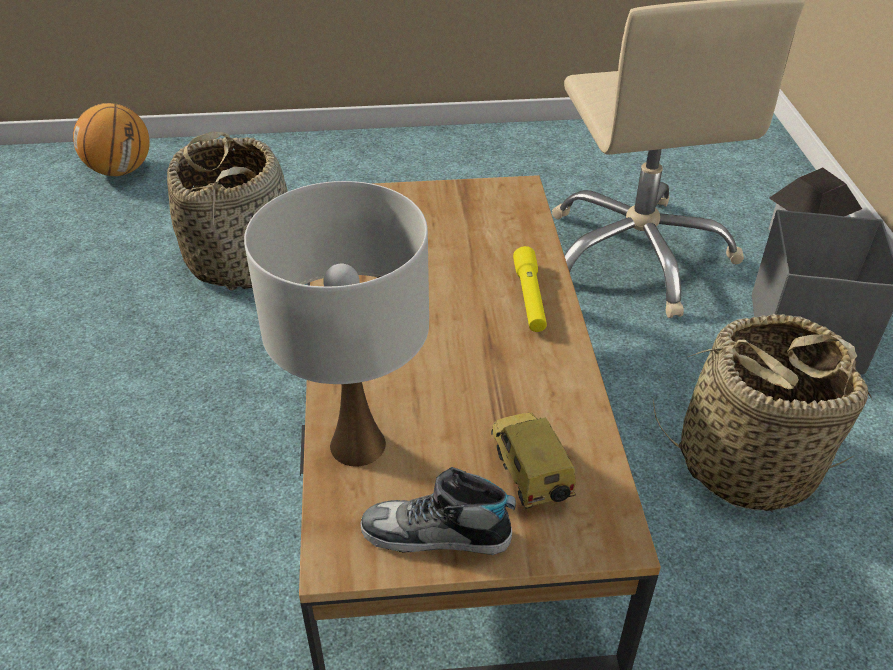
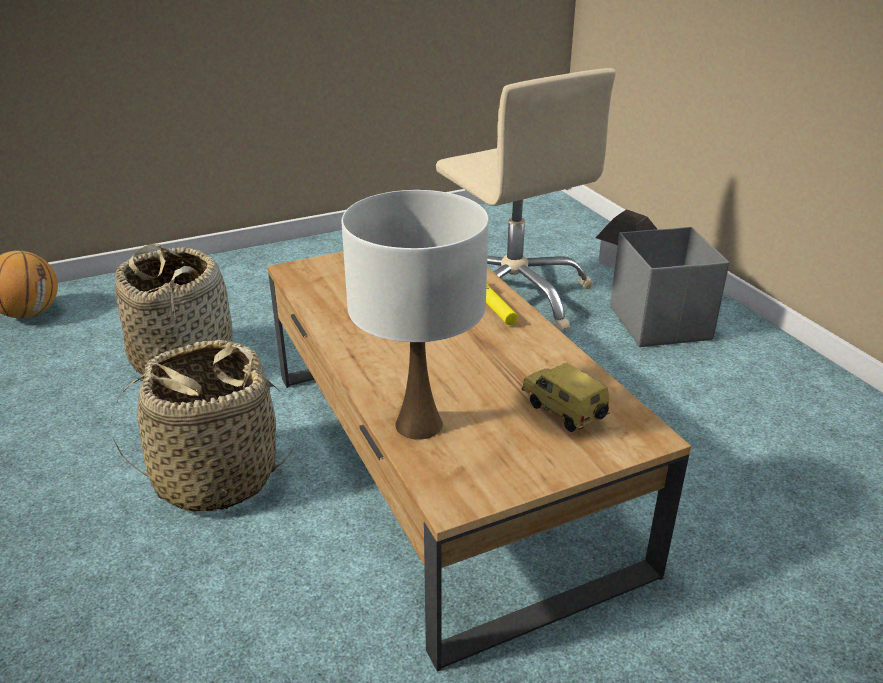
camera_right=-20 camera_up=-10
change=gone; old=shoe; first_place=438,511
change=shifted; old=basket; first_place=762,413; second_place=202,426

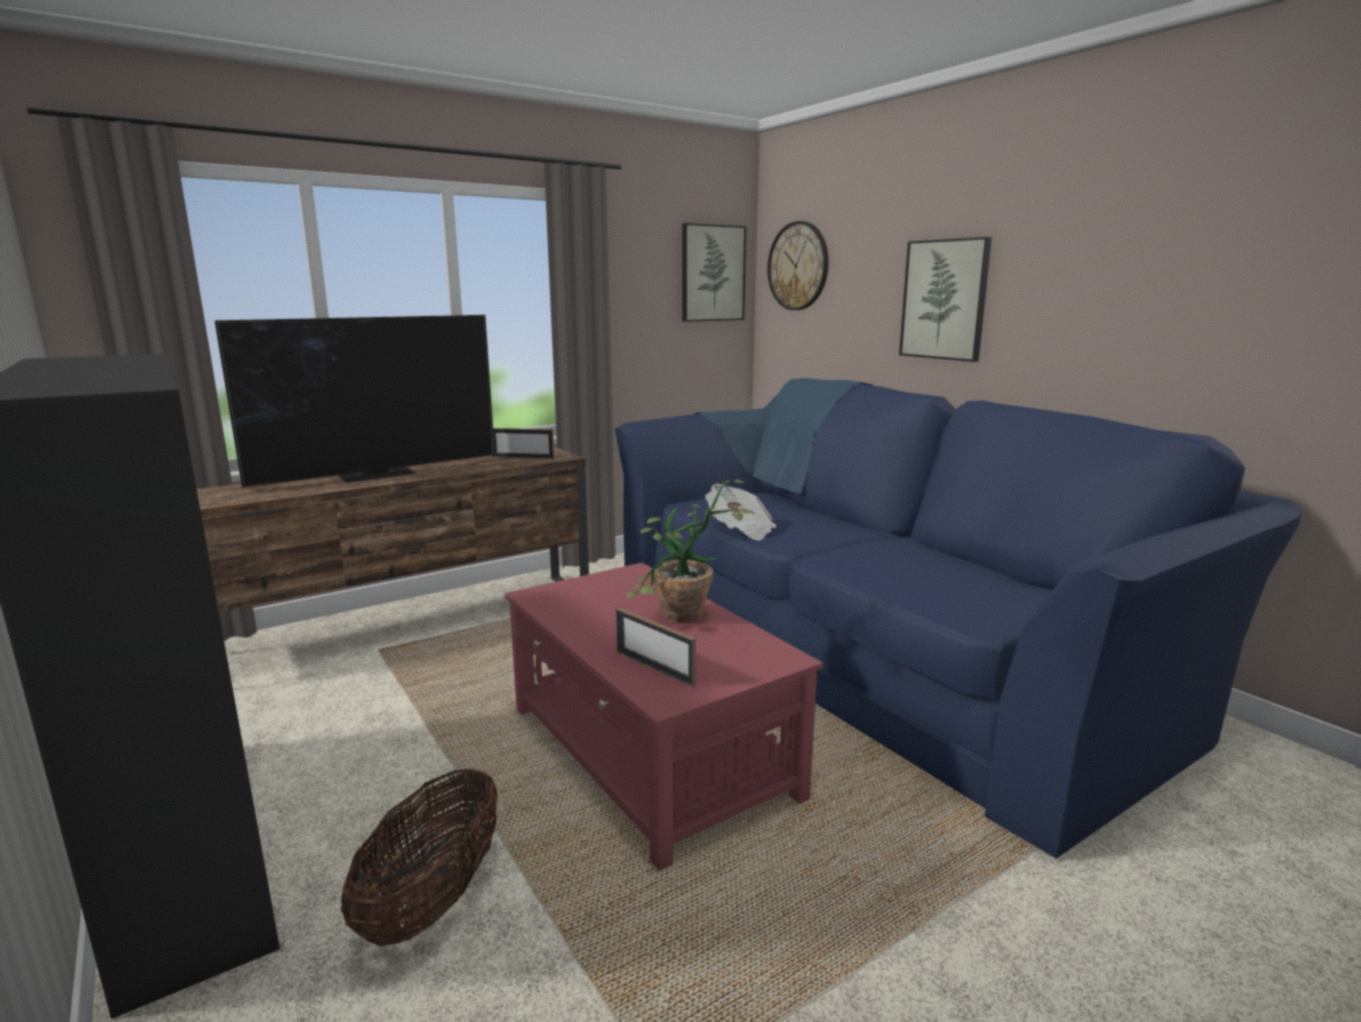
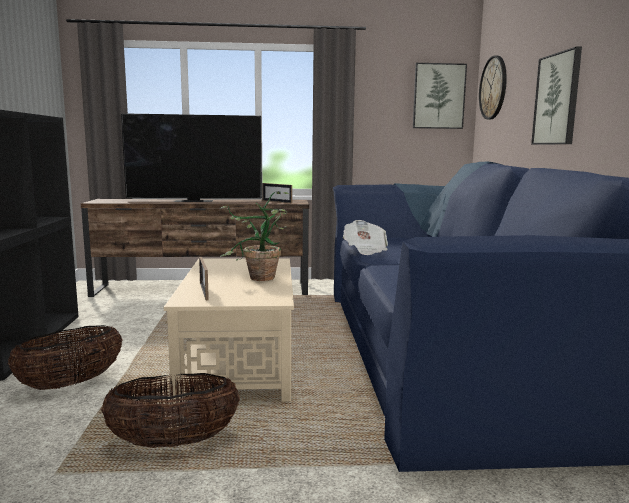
camera_right=30 camera_up=-5
change=repainted; old=red coffee table; new=beige coffee table; first_place=664,717; second_place=229,331
change=new; new=basket; second_place=170,410

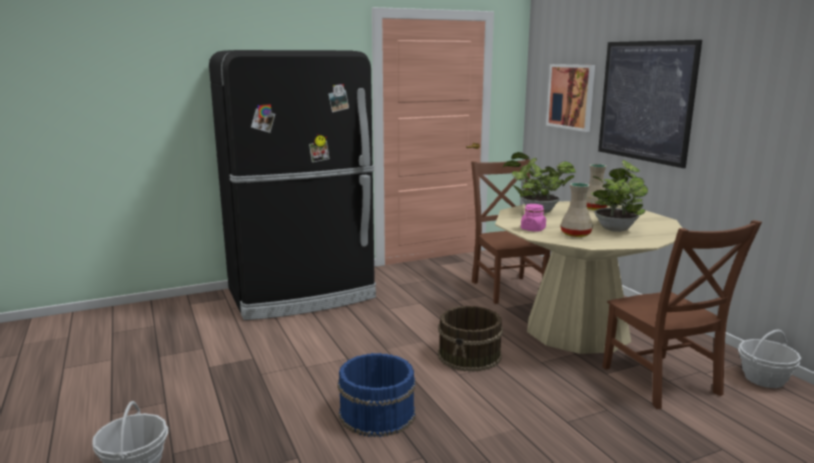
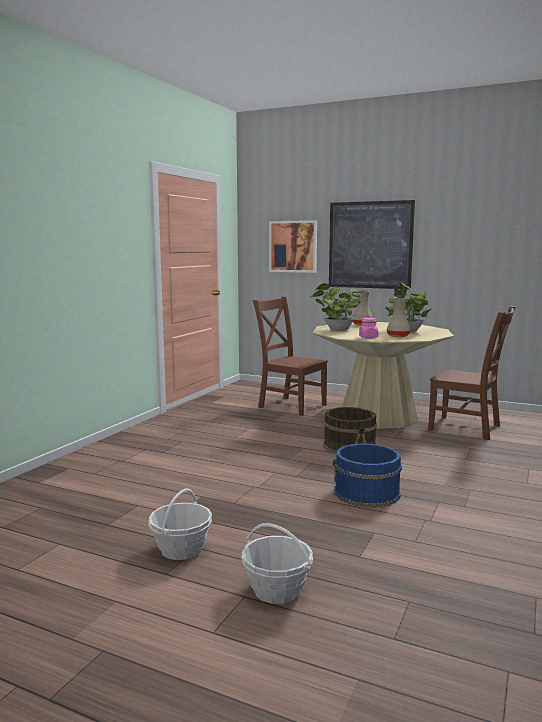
camera_right=-40 camera_up=-5
change=gone; old=black fridge; first_place=292,185
change=shifted; old=basket; first_place=769,359; second_place=180,524

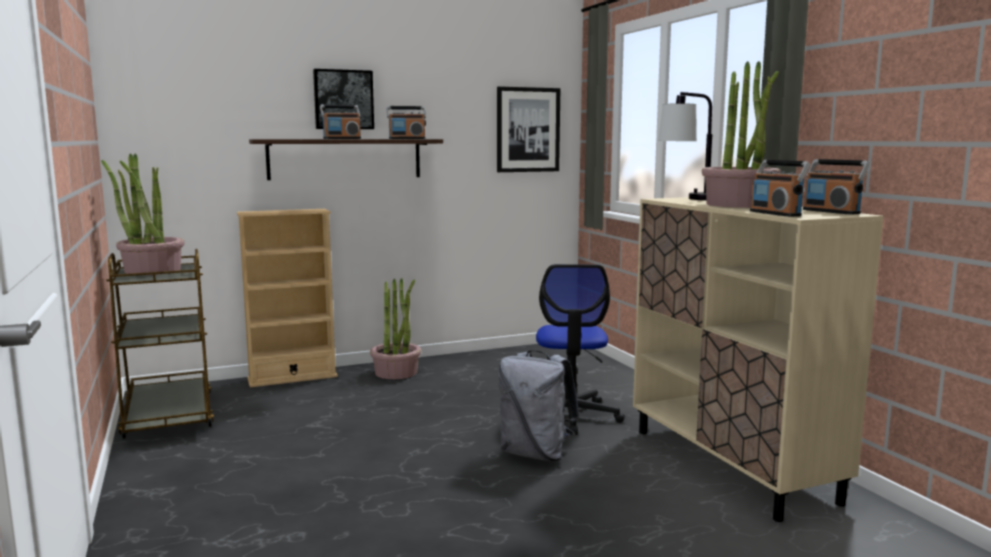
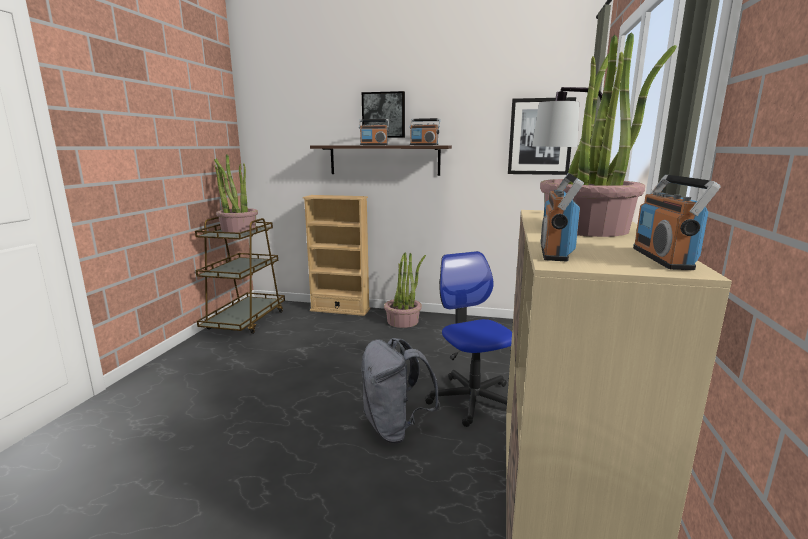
camera_right=35 camera_up=5
change=rotated; old=office chair; first_place=580,349; second_place=468,339; degrees=120

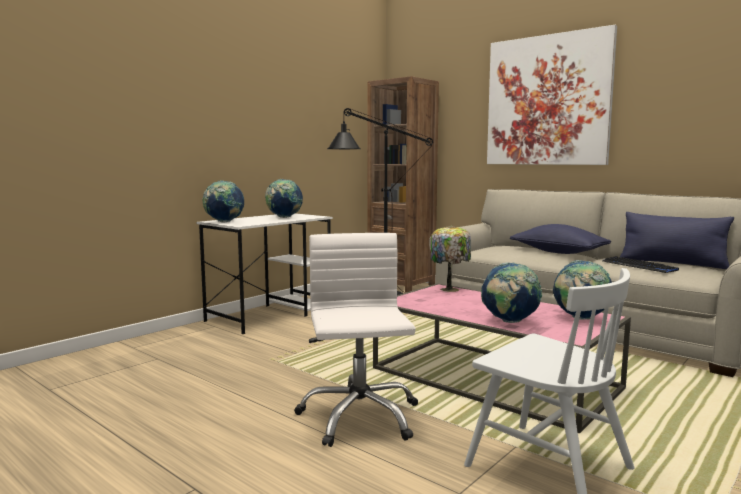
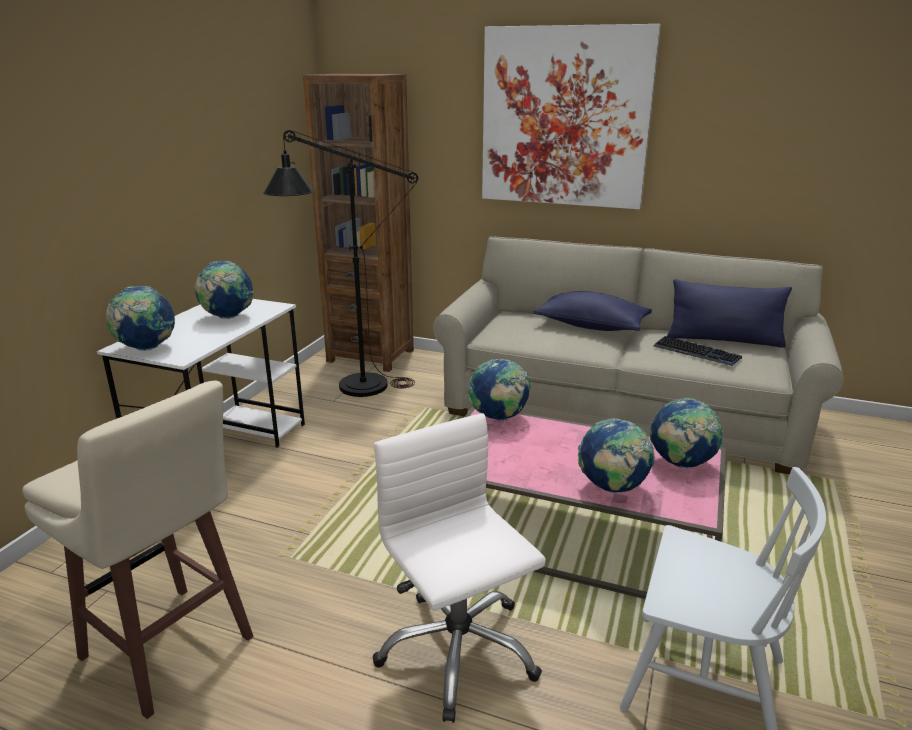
camera_right=-20 camera_up=15
change=swapped; old=table lamp; new=globe; first_place=451,259; second_place=499,390
change=new; new=beige stool; second_place=138,550

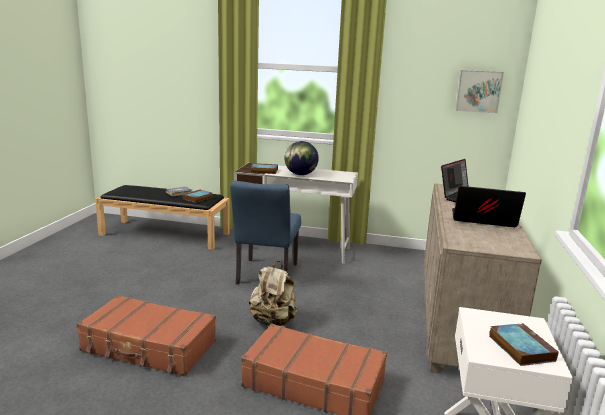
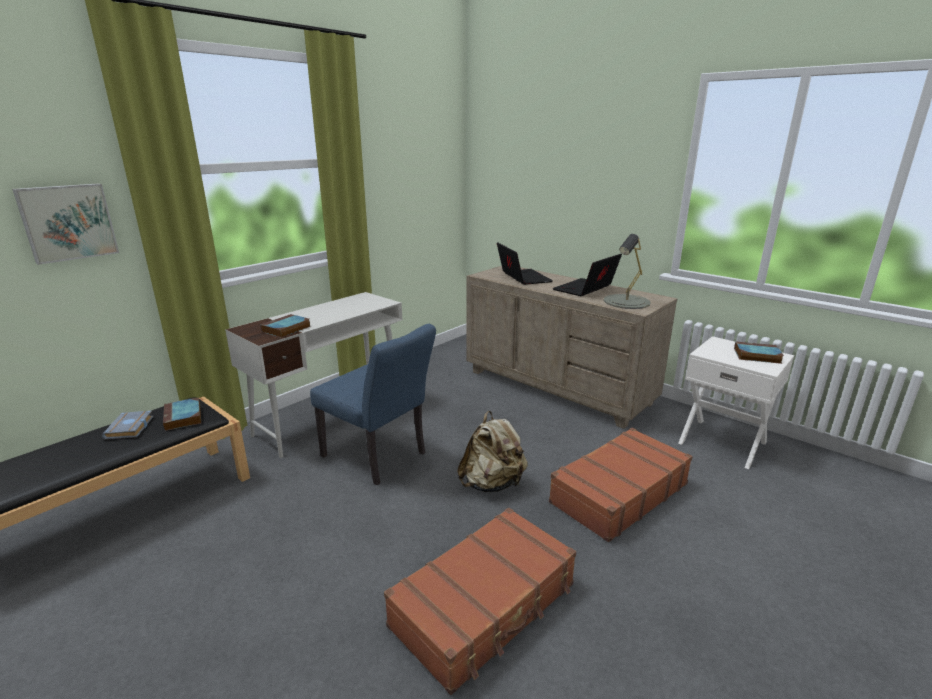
camera_right=-60 camera_up=5
change=gone; old=globe; first_place=302,158
change=shifted; old=picture; first_place=479,91; second_place=65,224
change=new; new=grey table lamp; second_place=627,271

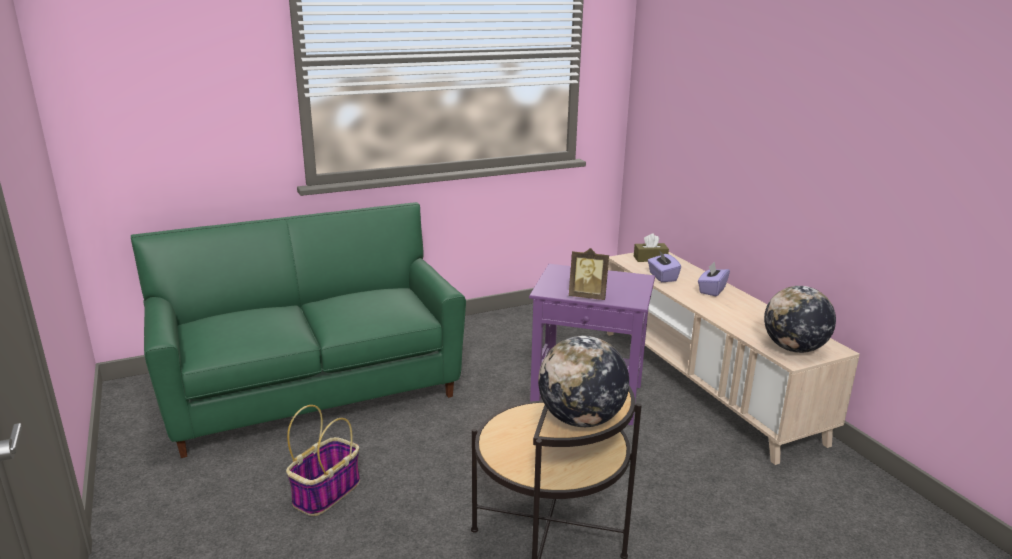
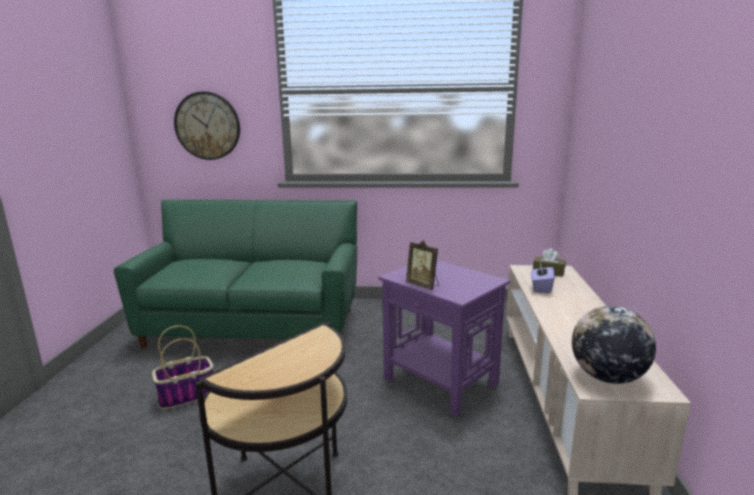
camera_right=30 camera_up=-5
change=gone; old=globe; first_place=583,381
change=gone; old=purple tissue box; first_place=714,279
change=new; new=wall clock; second_place=207,126

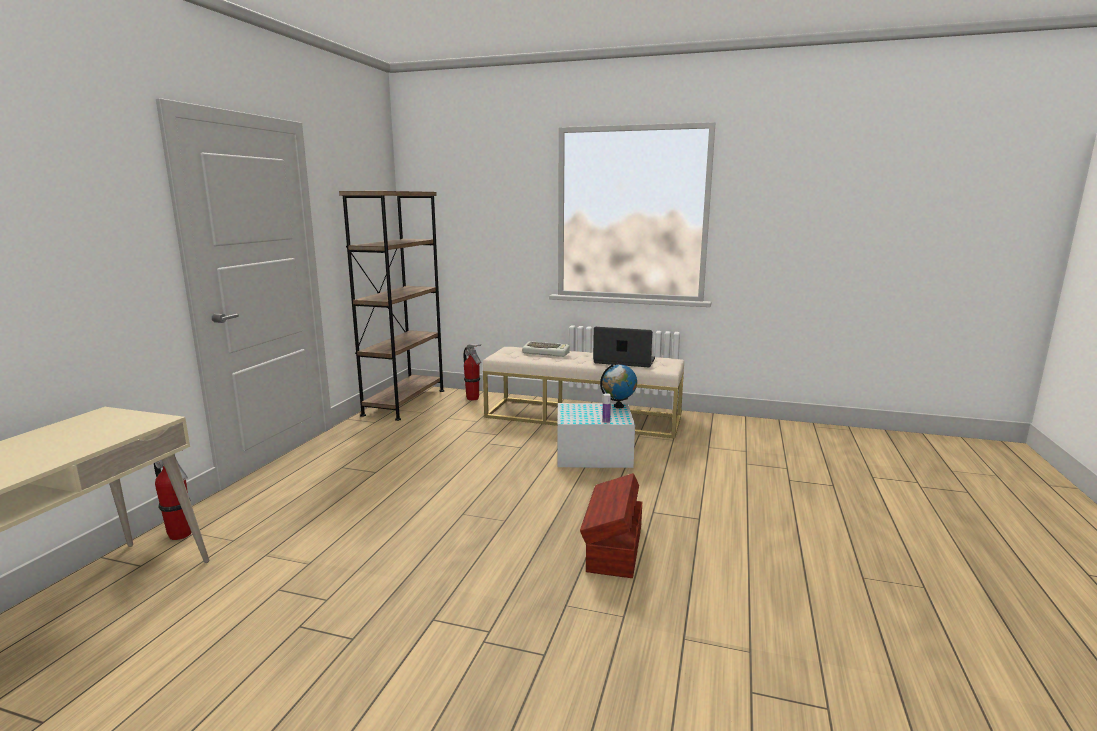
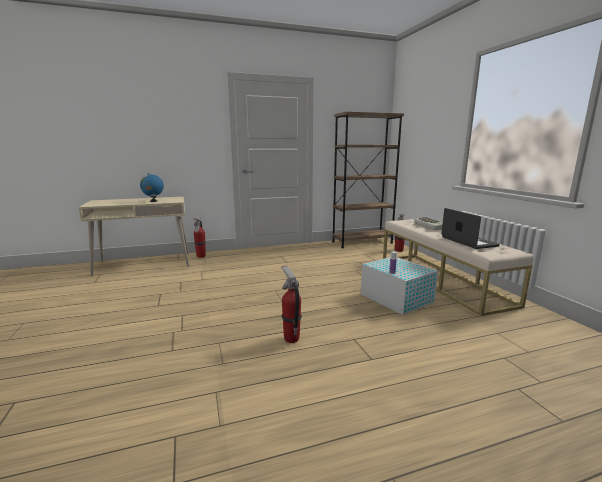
camera_right=55 camera_up=0
change=swapped; old=brown storage box; new=fire extinguisher; first_place=611,525; second_place=291,304
change=shifted; old=globe; first_place=618,386; second_place=152,187

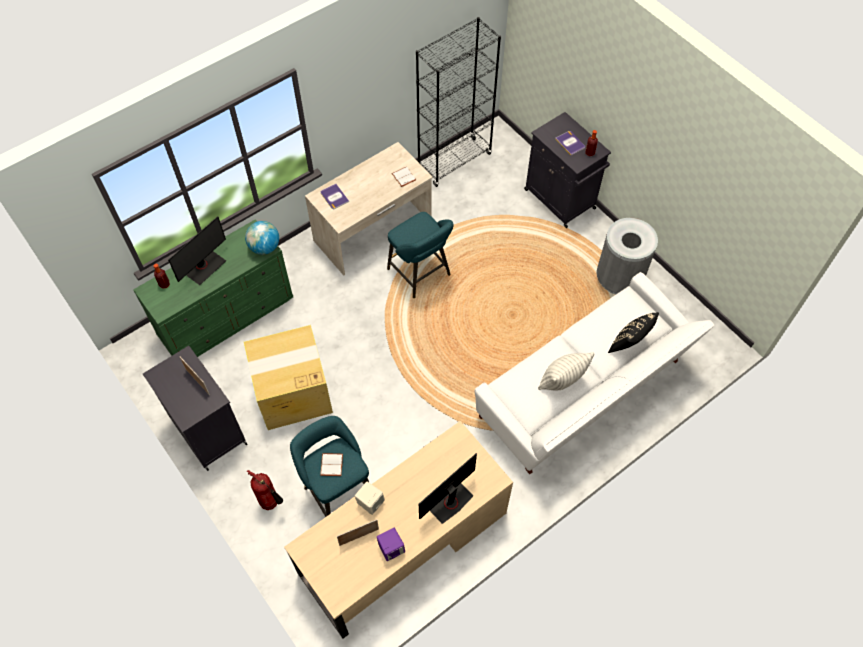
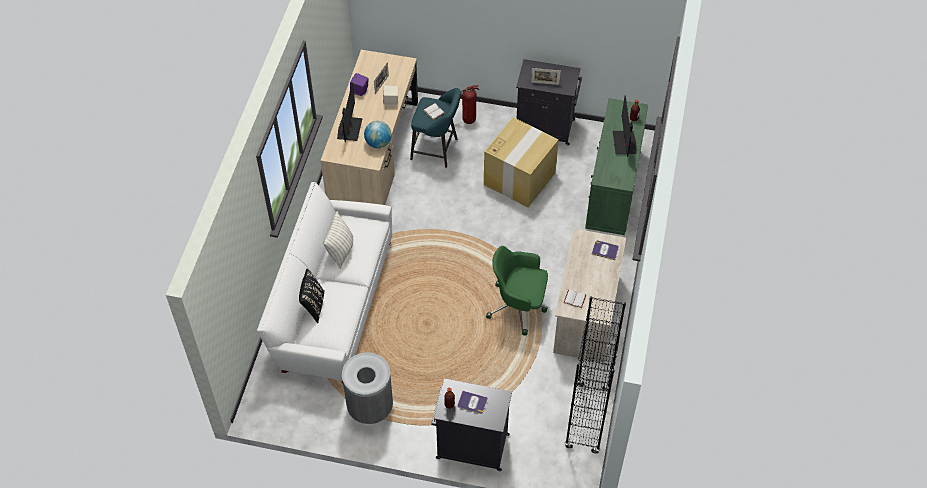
camera_right=140 camera_up=-5
change=shifted; old=globe; first_place=262,238; second_place=377,134
change=swapped; old=turquoise stool; new=green office chair; first_place=420,255; second_place=517,291

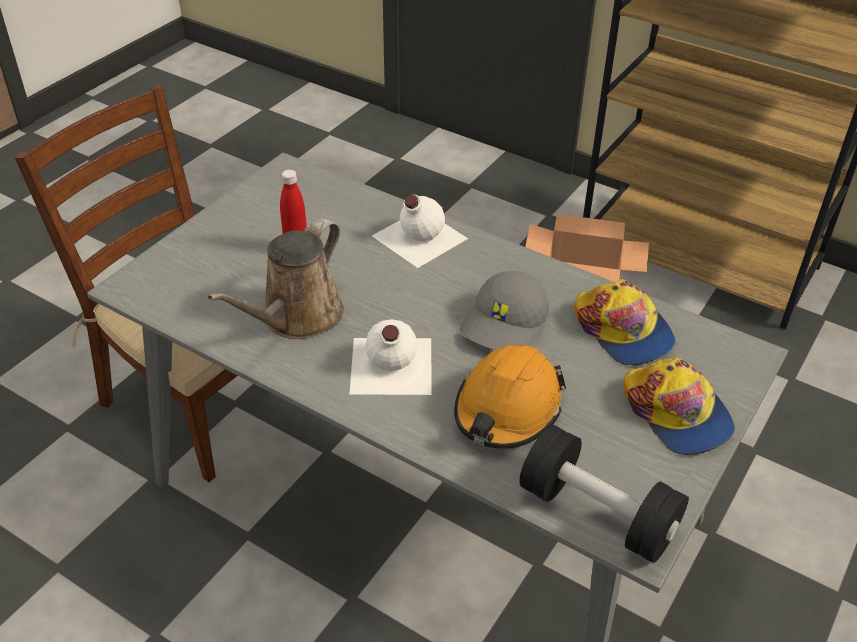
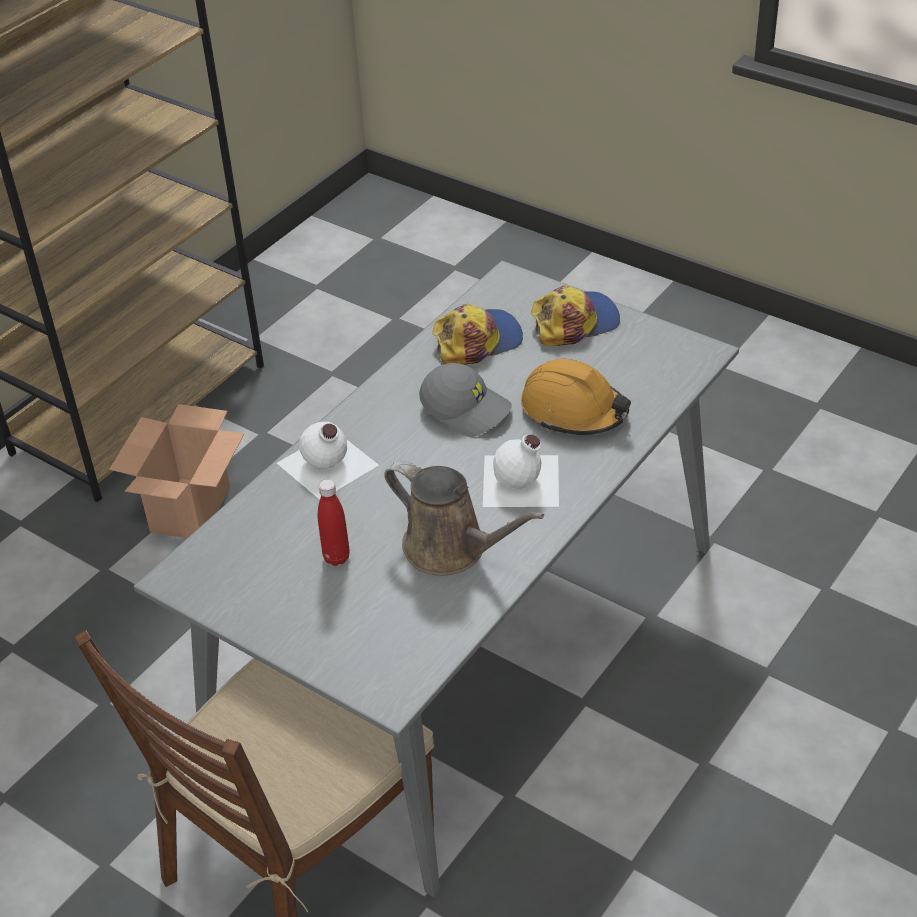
camera_right=-85 camera_up=0
change=gone; old=black dumbbell; first_place=604,494

